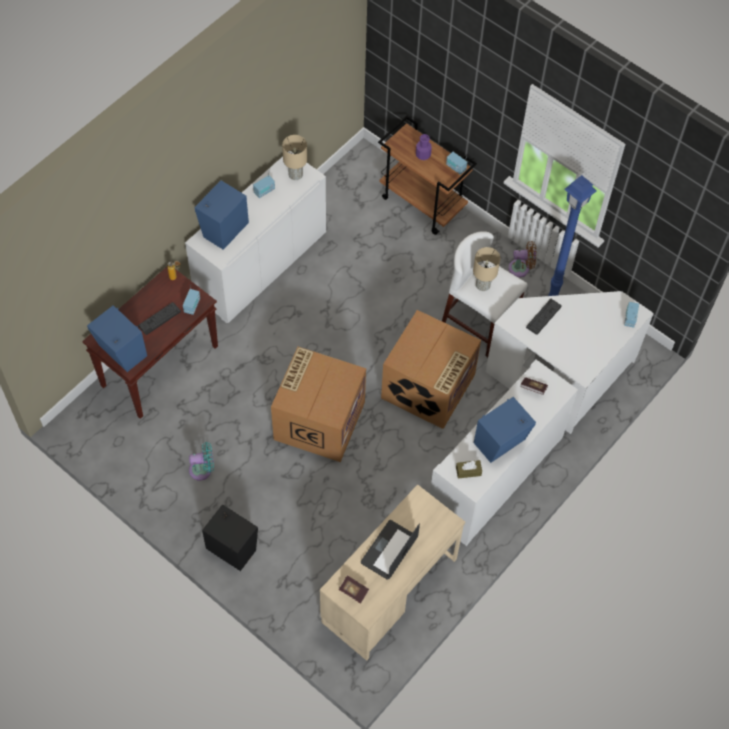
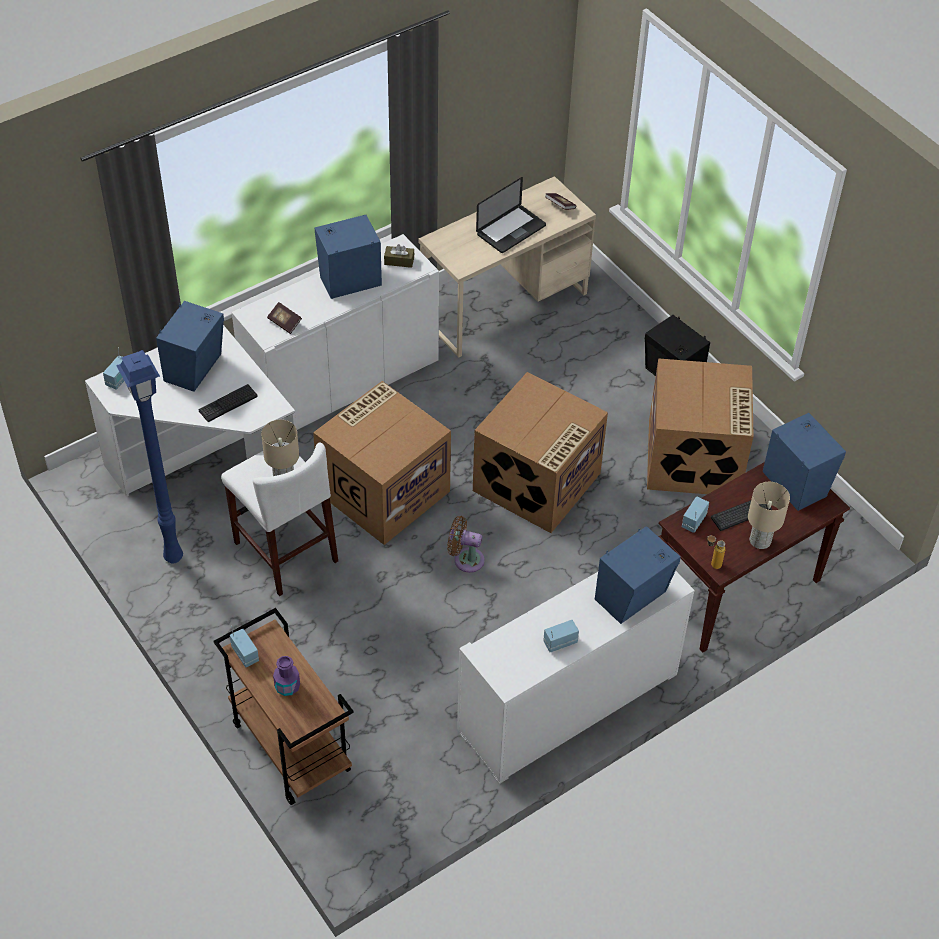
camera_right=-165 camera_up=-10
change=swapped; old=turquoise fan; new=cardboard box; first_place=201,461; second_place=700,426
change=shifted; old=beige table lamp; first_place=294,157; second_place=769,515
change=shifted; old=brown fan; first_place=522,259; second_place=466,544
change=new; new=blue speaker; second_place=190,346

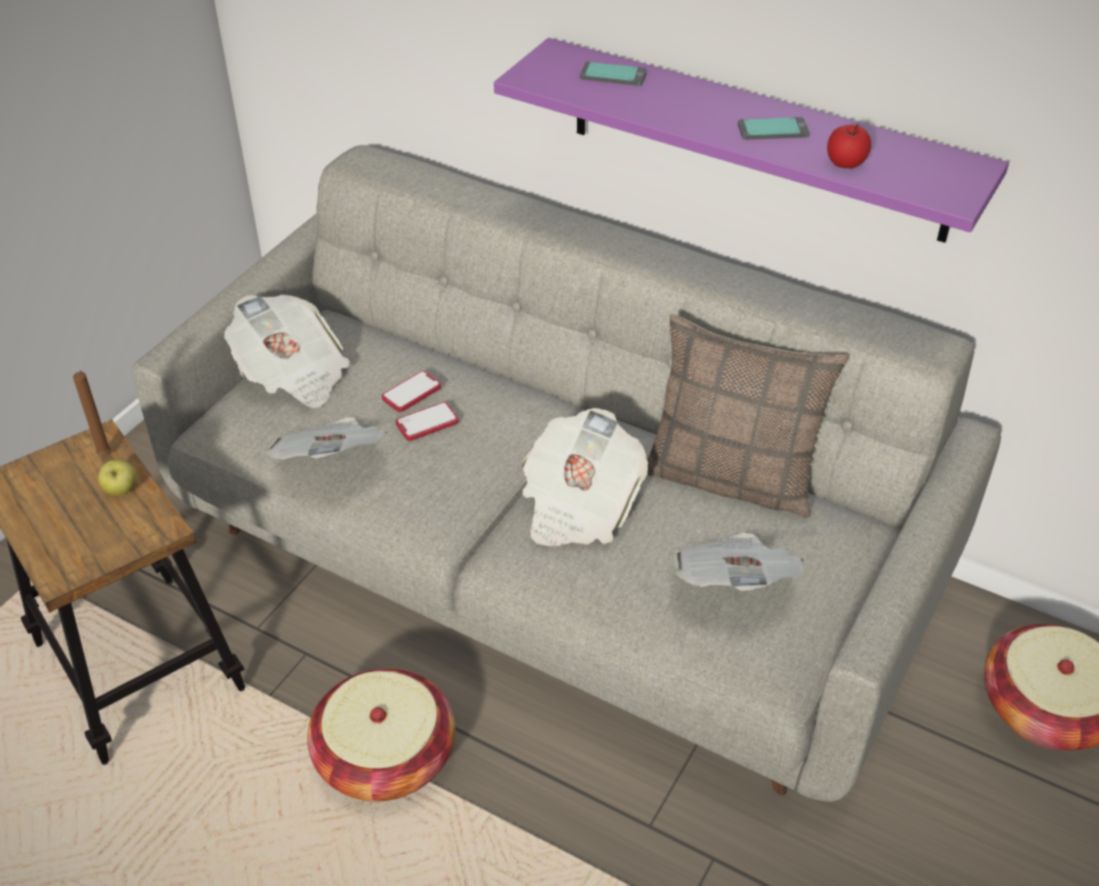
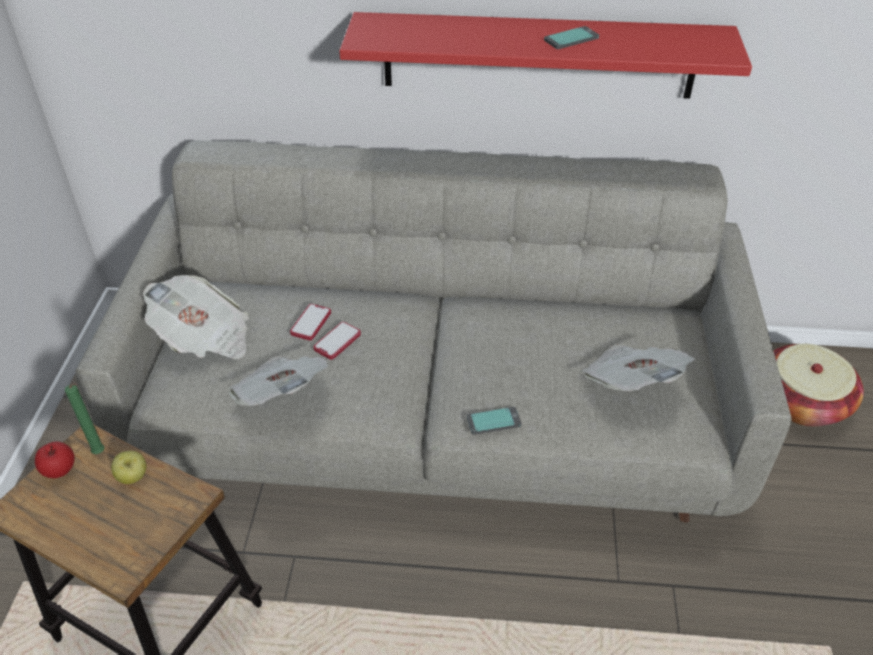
camera_right=-25 camera_up=0
change=repainted; old=brown candle; new=green candle; first_place=92,413; second_place=84,418
change=gone; old=basket; first_place=381,734
change=repainted; old=purple shelf; new=red shelf; first_place=751,140; second_place=545,55
change=gone; old=newspaper; first_place=585,477
change=shifted; old=phone; first_place=613,74; second_place=494,421
change=gone; old=pillow; first_place=748,416
change=shifted; old=apple; first_place=849,146; second_place=55,459

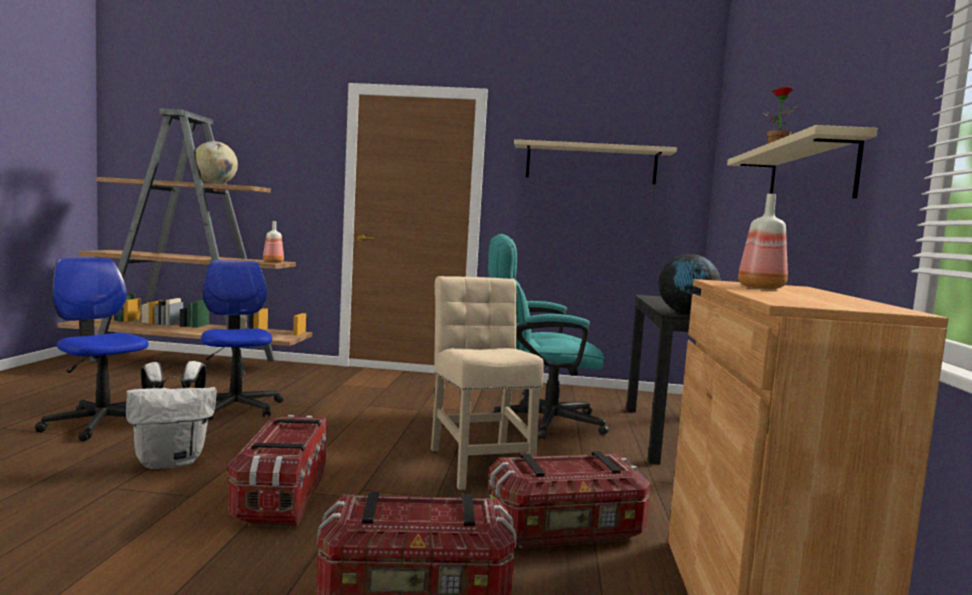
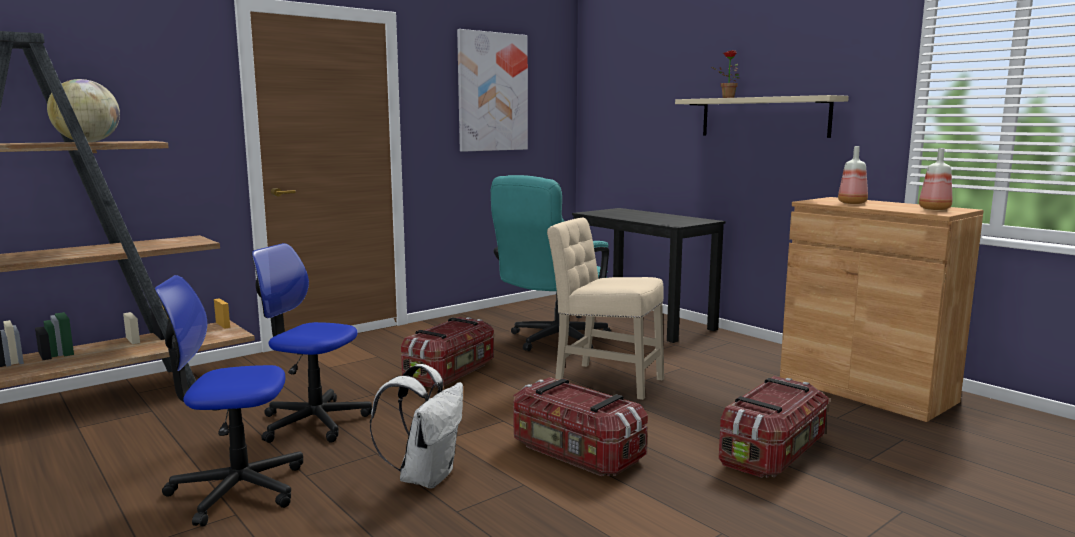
camera_right=-45 camera_up=5
change=shifted; old=bottle; first_place=273,242; second_place=935,179
change=shifted; old=storage box; first_place=568,499; second_place=447,352
change=swapped; old=beige shelf; new=picture; first_place=595,161; second_place=492,90
change=gone; old=globe; first_place=689,284

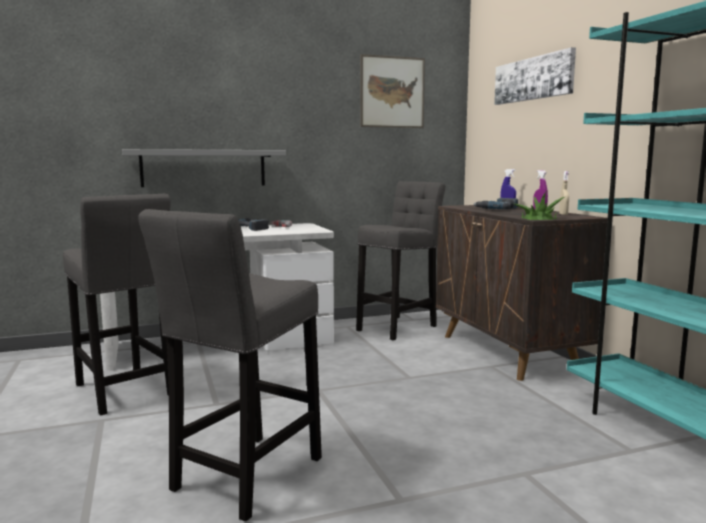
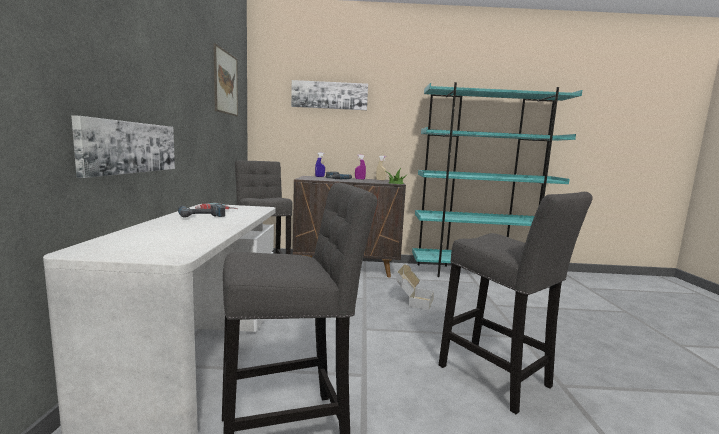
camera_right=-70 camera_up=0
change=swapped; old=grey shelf; new=picture; first_place=204,168; second_place=123,146
change=new; new=cardboard box; second_place=415,287

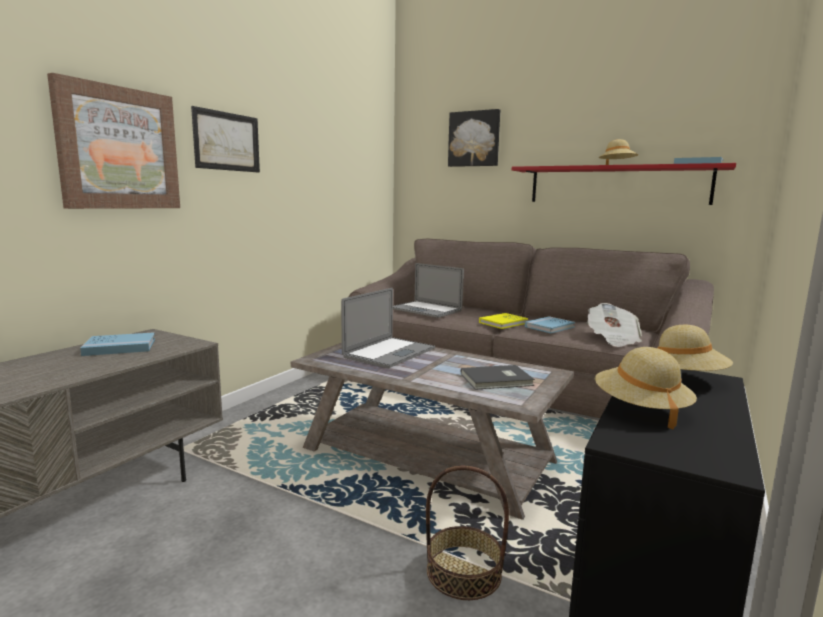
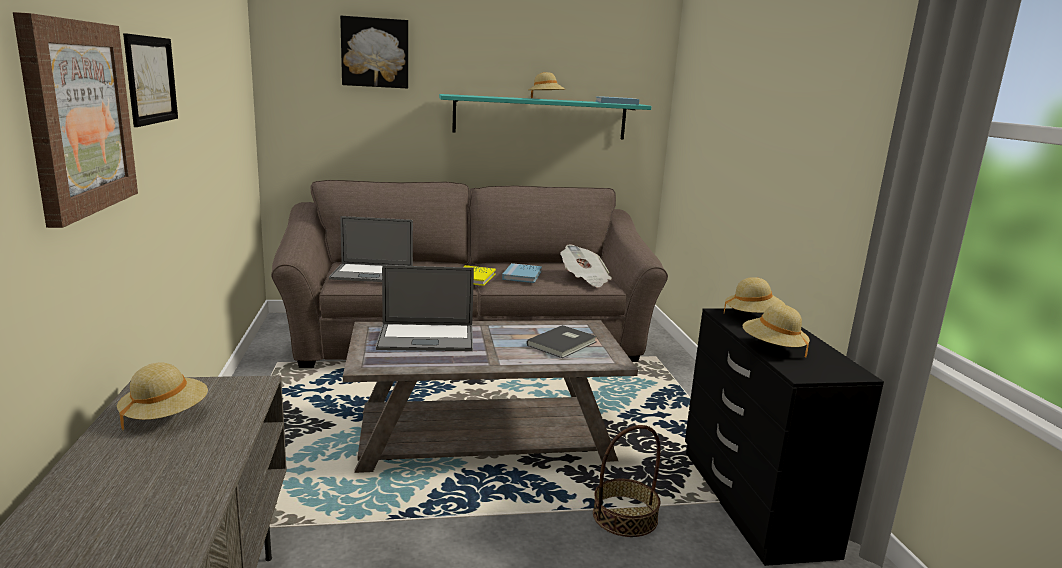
camera_right=-40 camera_up=5
change=swapped; old=blue book; new=beige hat; first_place=117,344; second_place=162,396
change=rotated; old=laptop; first_place=388,328; second_place=425,308; degrees=90
change=repainted; old=red shelf; new=turquoise shelf; first_place=624,184; second_place=545,116

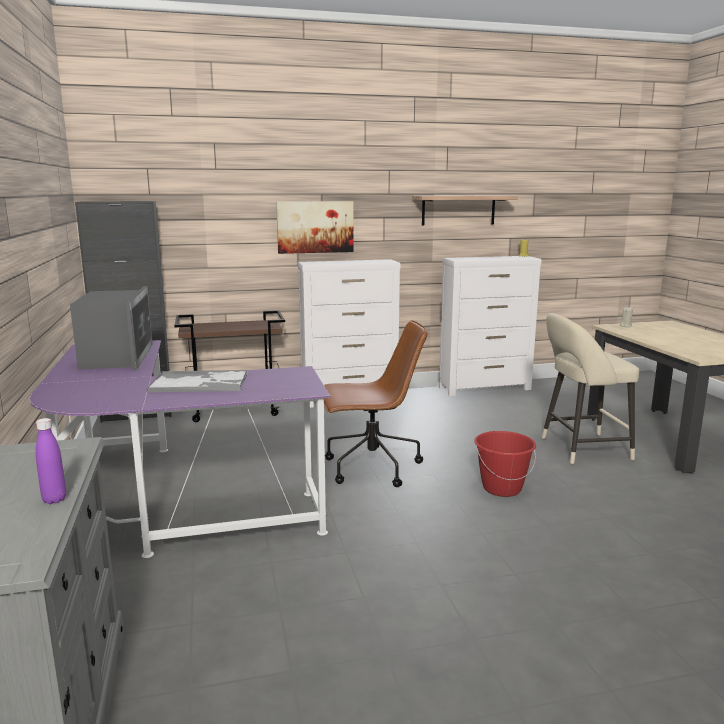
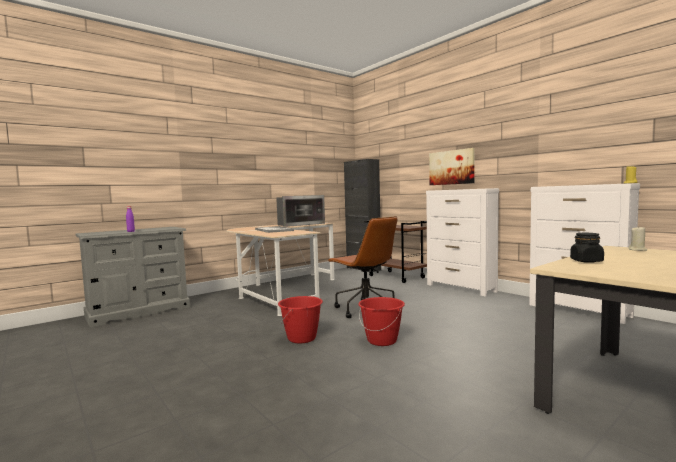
camera_right=65 camera_up=-10
change=repainted; old=purple desk; new=beige desk; first_place=180,449; second_place=280,269
change=gone; old=shelf; first_place=465,210
change=gone; old=beige stool; first_place=590,388
change=new; new=red bucket; second_place=300,319
change=new; new=black jar; second_place=587,248

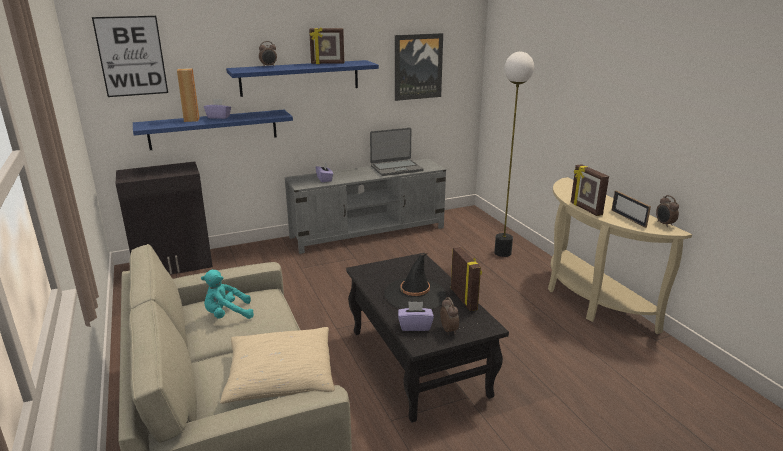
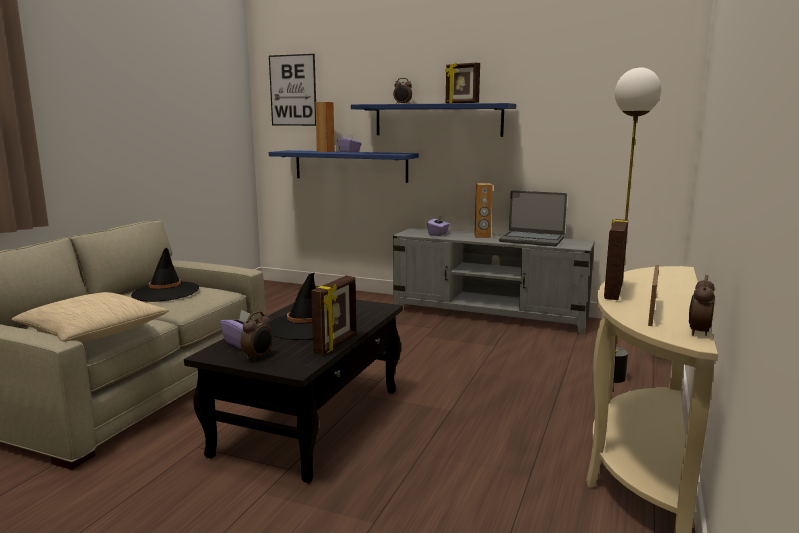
camera_right=45 camera_up=-10
change=gone; old=black cabinet; first_place=164,218
change=swapped; old=turquoise plush toy; new=black hat; first_place=227,294; second_place=165,274
change=gone; old=picture; first_place=419,67
change=new; new=brown speaker; second_place=483,210

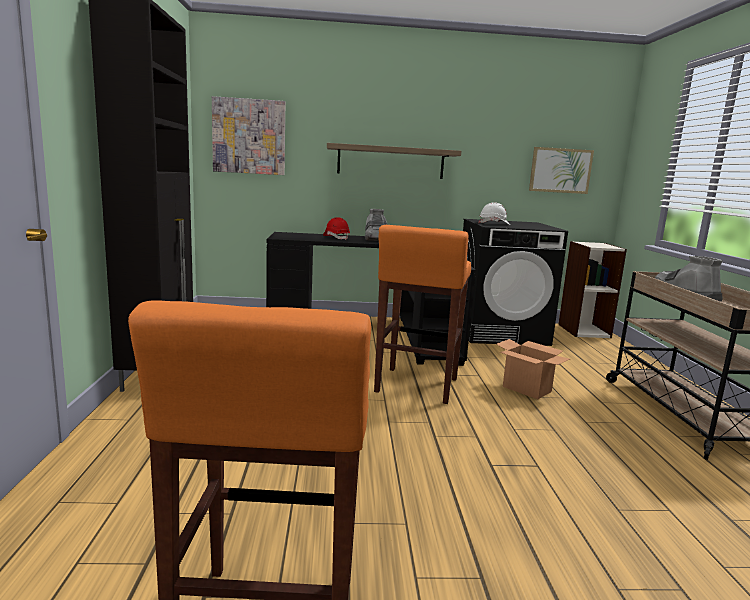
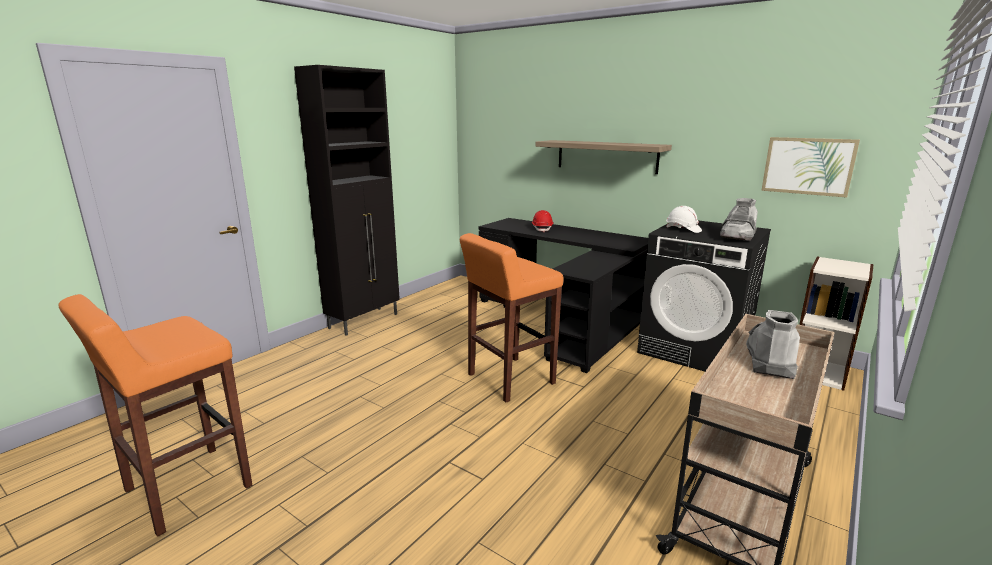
camera_right=40 camera_up=5
change=gone; old=picture; first_place=248,135
change=shifted; old=grey boot; first_place=376,225; second_place=739,219
change=gone; old=cardboard box; first_place=533,369

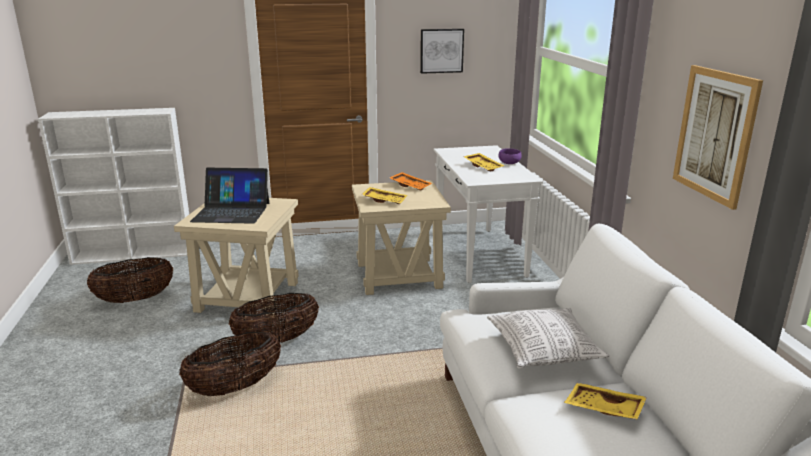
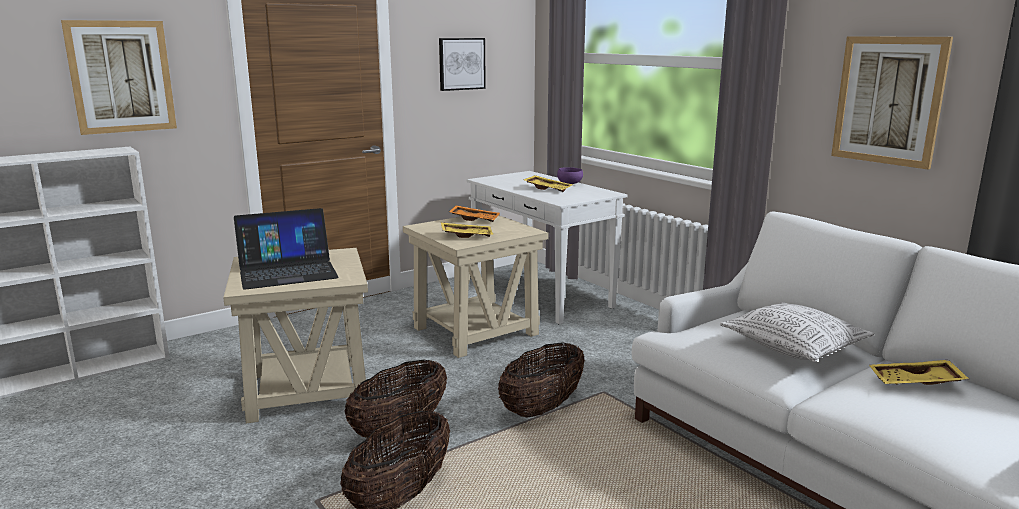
camera_right=-25 camera_up=-5
change=shifted; old=basket; first_place=130,280; second_place=541,380
change=new; new=picture; second_place=119,77

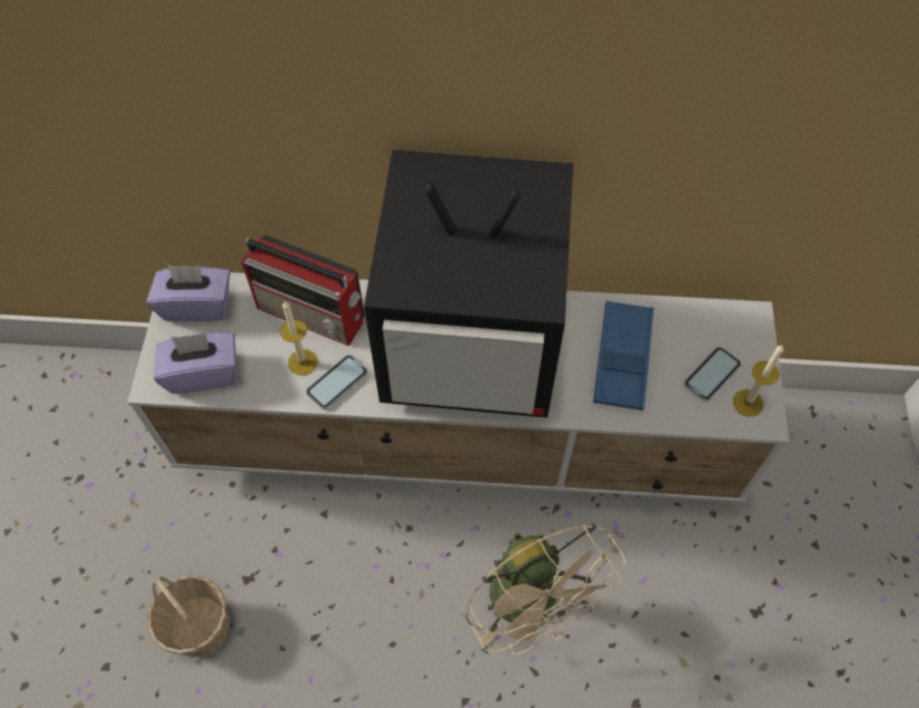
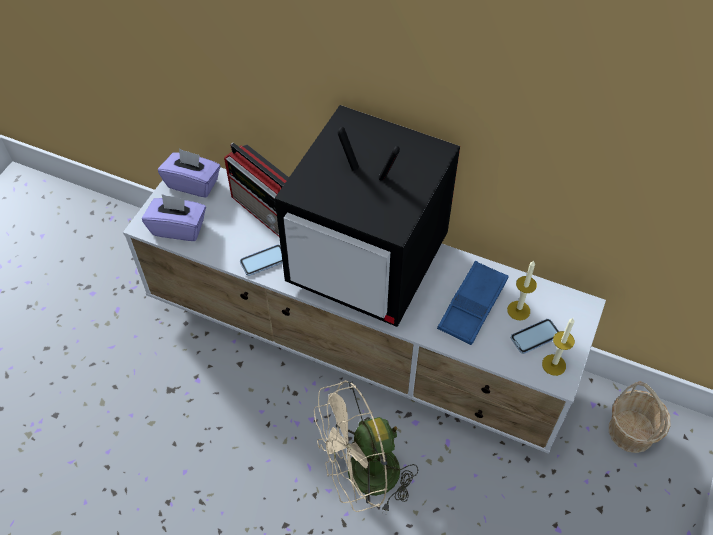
camera_right=20 camera_up=-5
change=shifted; old=basket; first_place=188,616; second_place=639,417
change=shifted; old=candle; first_place=299,337; second_place=522,290
change=rotated; old=beige fan; first_place=545,589; second_place=366,447; degrees=75

